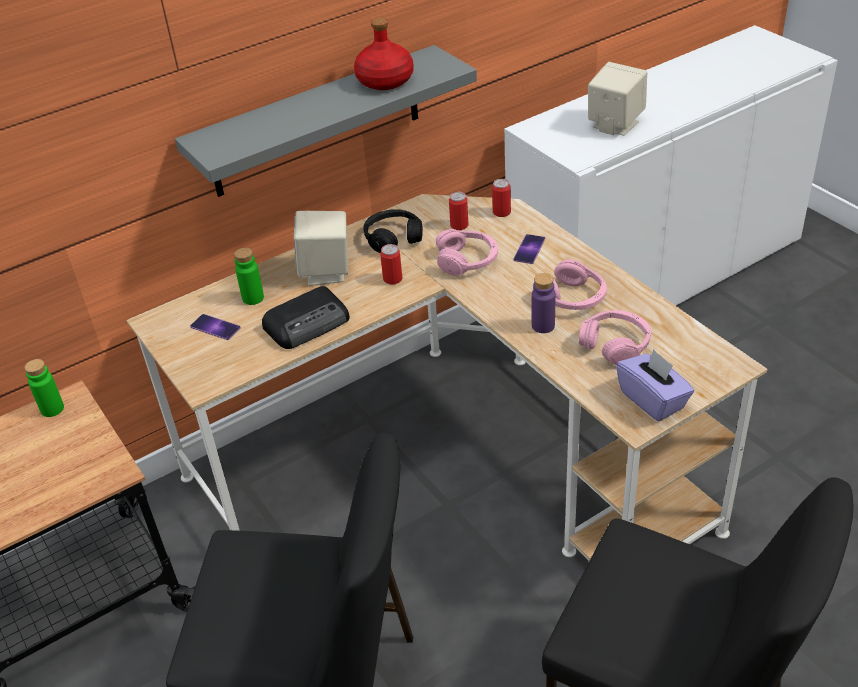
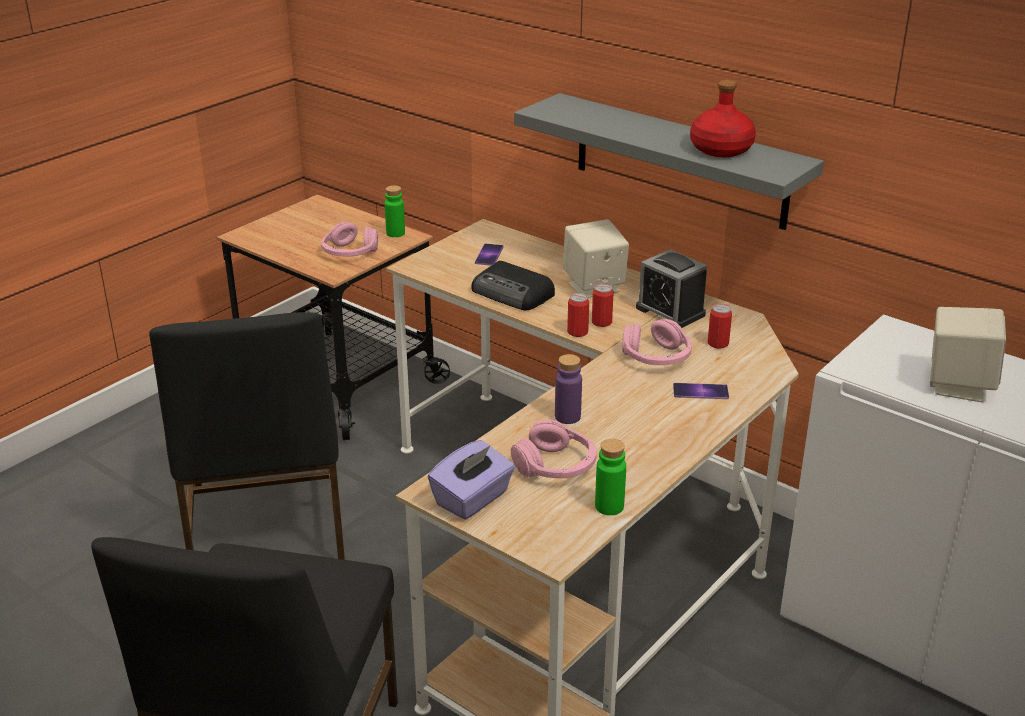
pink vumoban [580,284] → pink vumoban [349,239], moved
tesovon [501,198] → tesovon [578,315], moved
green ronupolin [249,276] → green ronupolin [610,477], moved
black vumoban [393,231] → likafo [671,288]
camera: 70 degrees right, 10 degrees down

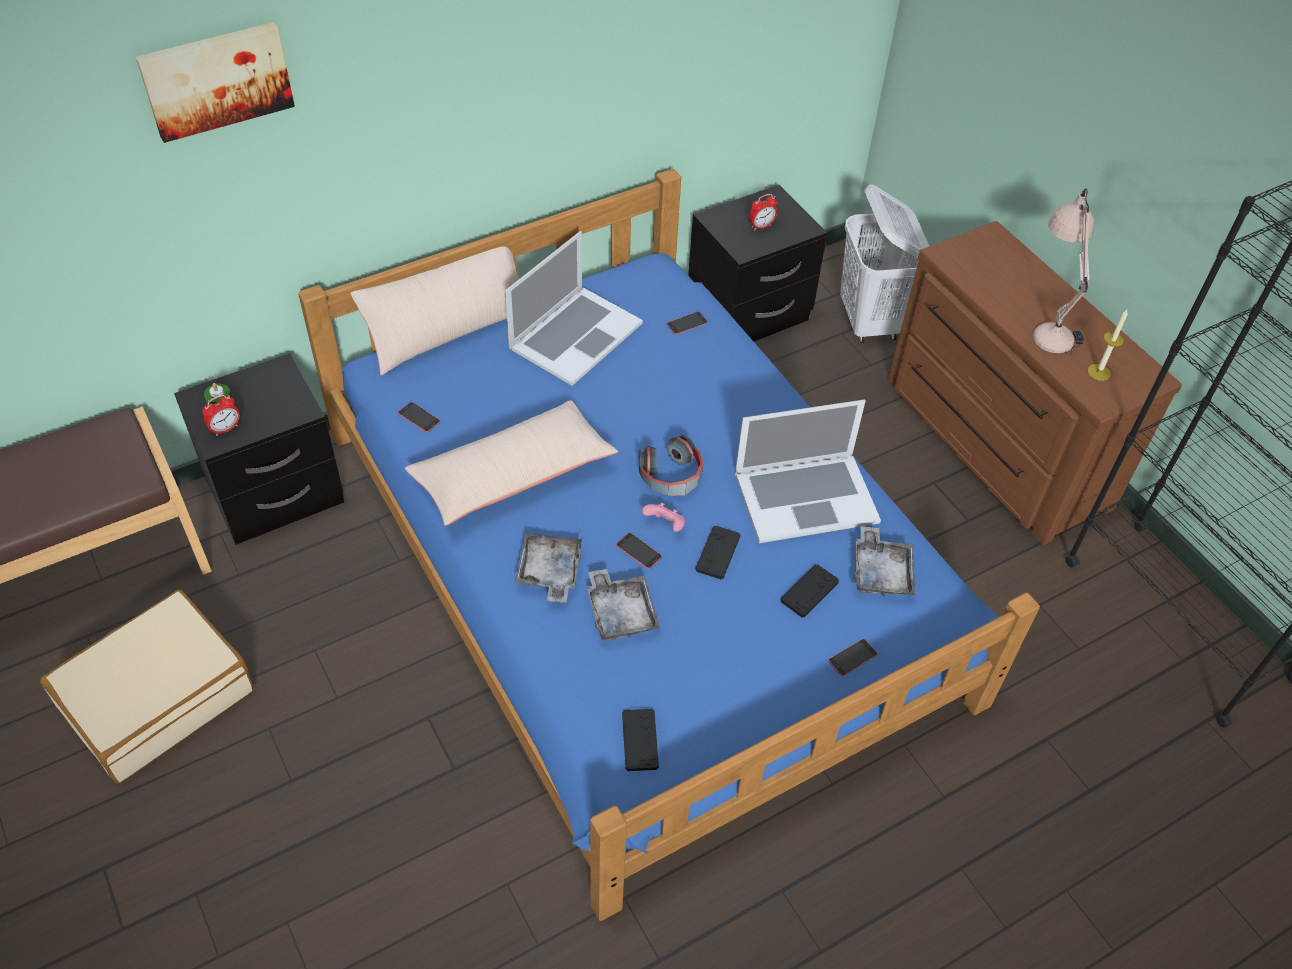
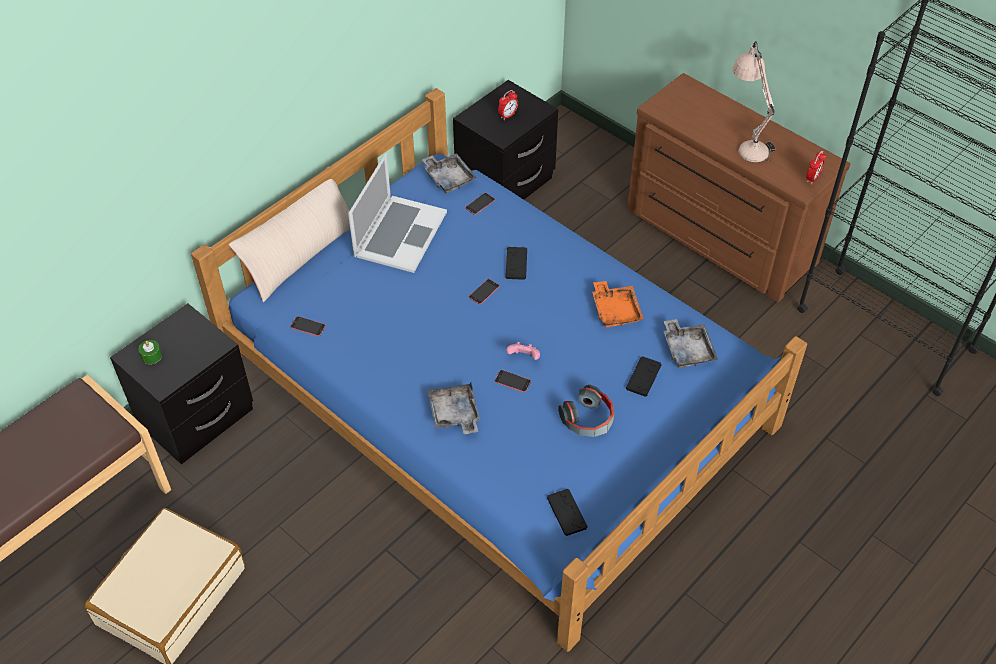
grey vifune [623,605] → grey vifune [449,173], moved
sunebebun [853,657] → sunebebun [484,291], moved
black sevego [718,553] → black sevego [516,263], moved
vumoban [671,465] → vumoban [586,411], moved
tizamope [808,471] → orange vifune [618,304]
likafo [221,415] → likafo [816,168], moved
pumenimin [215,82] → -
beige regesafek [511,463] → -
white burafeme [884,263] → -
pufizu [1107,345] → -
camera: 15 degrees left, 0 degrees up

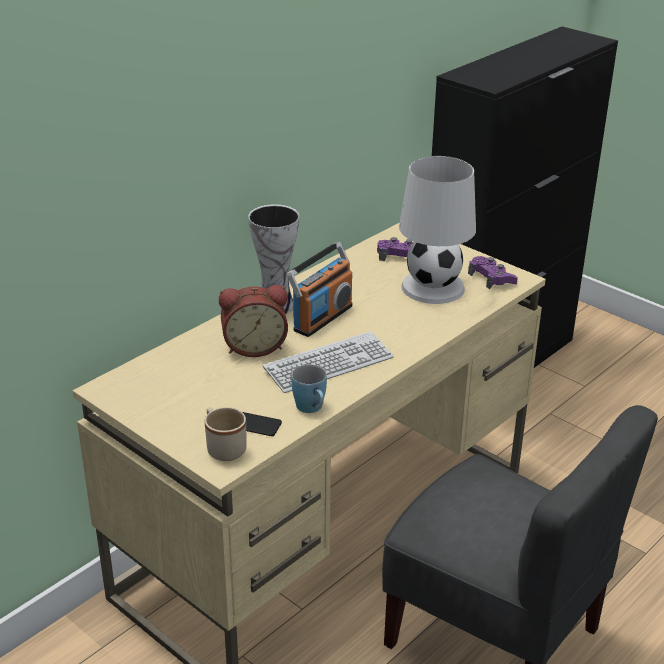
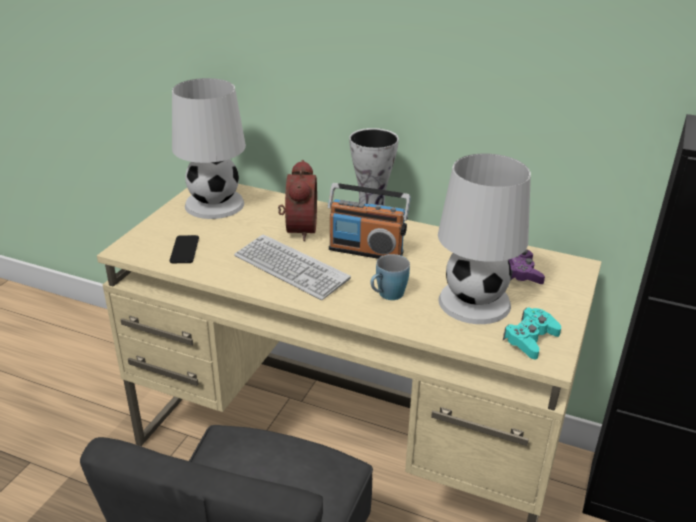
- → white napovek [209,148]
likafo [253,321] → likafo [297,200], 150 degrees counterclockwise
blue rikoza [309,388] → blue rikoza [390,277], moved
purple sevego [493,272] → turquoise sevego [532,333]
beige rikoza [226,434] → -
camera: 70 degrees right, 0 degrees up

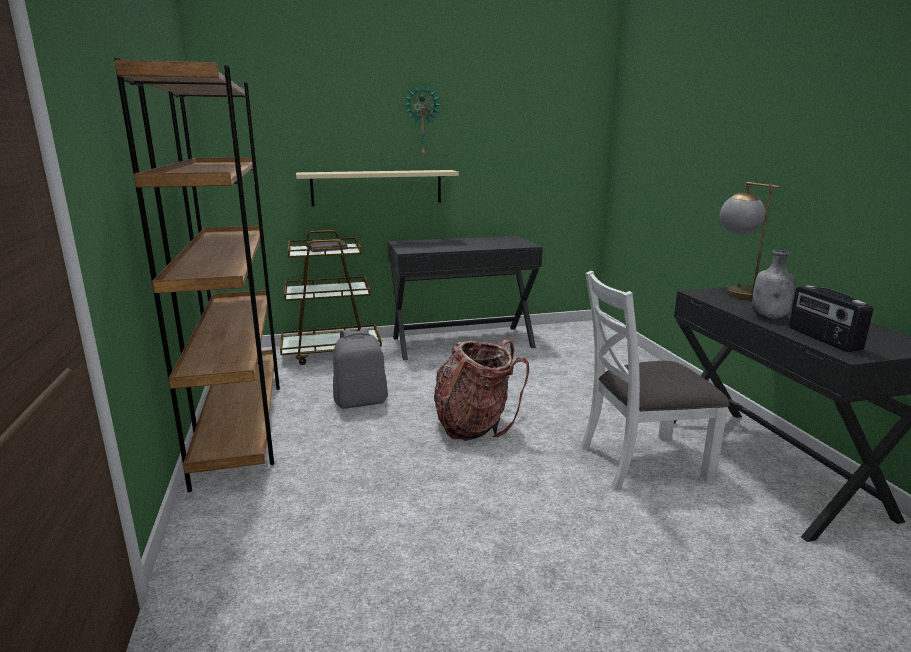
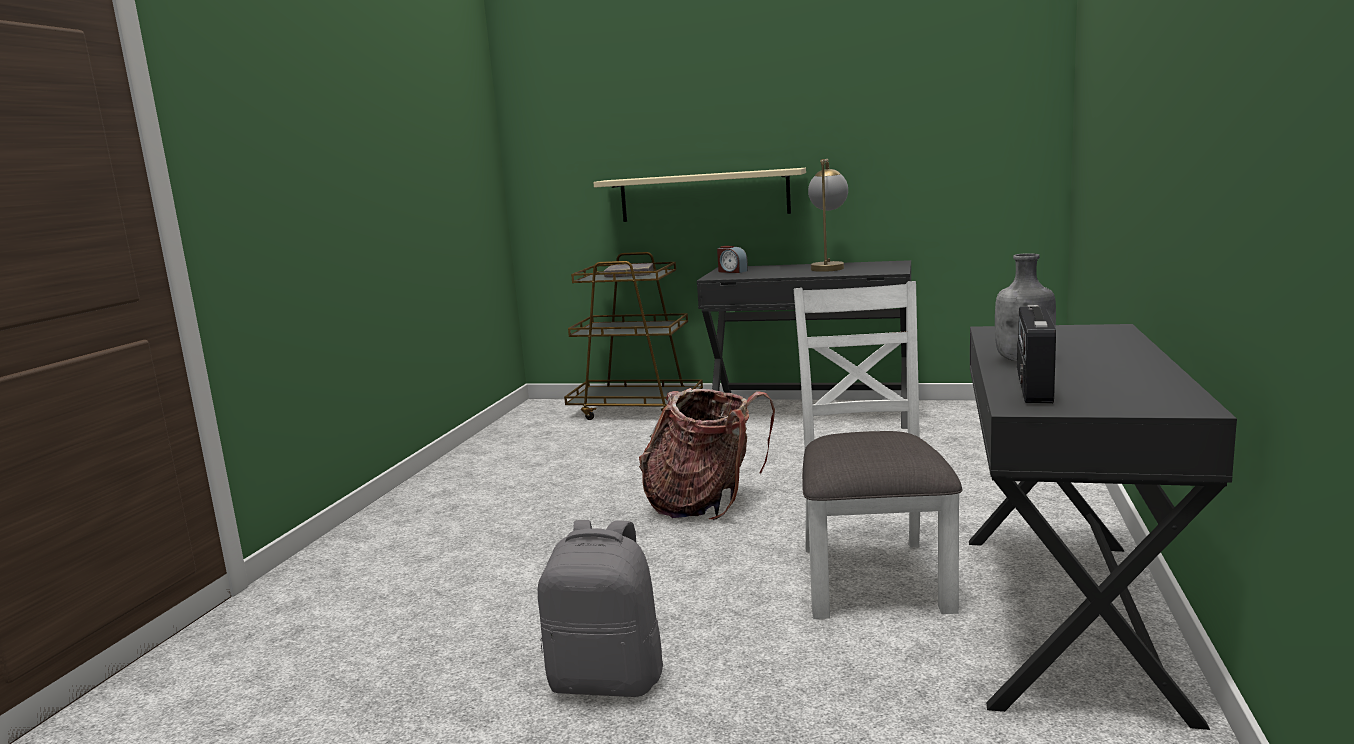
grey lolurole [360,368] → grey lolurole [600,608], moved
- → likafo [732,259]
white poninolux [655,381] → white poninolux [878,450], 75 degrees clockwise
napovek [750,241] → napovek [828,215], moved
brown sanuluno [197,275] → -
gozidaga [422,120] → -
camera: 30 degrees right, 5 degrees down

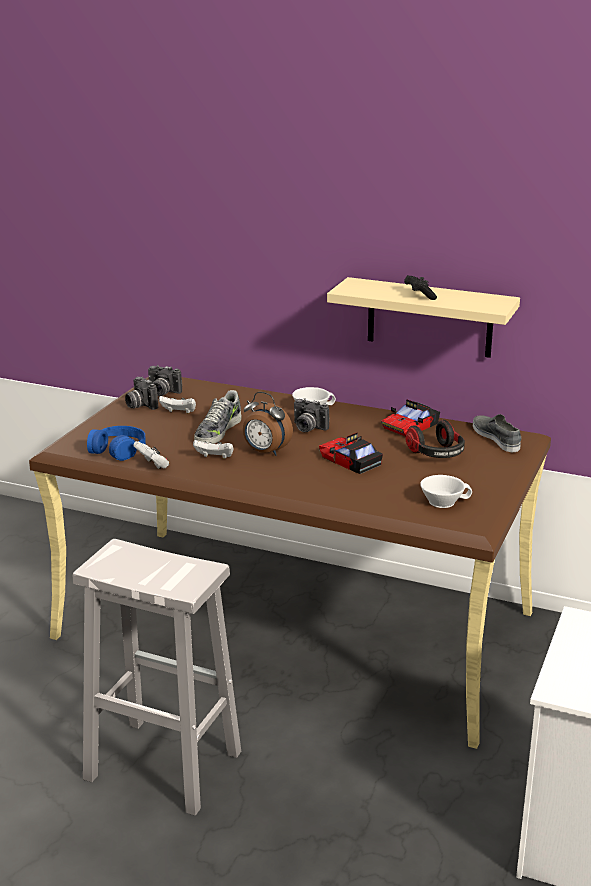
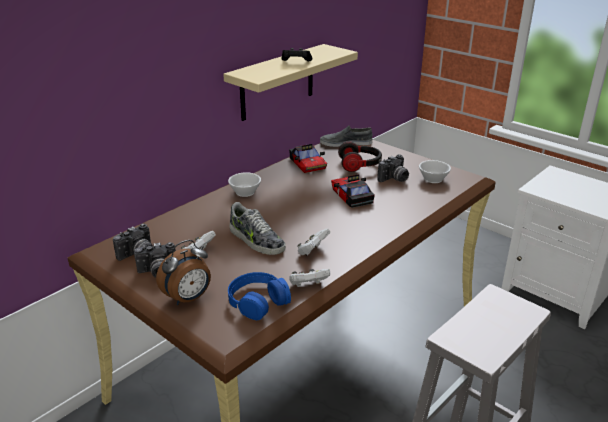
likafo [268,424] → likafo [183,272], moved
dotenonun [351,453] → dotenonun [353,191], 90 degrees clockwise
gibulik [311,415] → gibulik [393,168], moved
camera: 70 degrees left, 5 degrees up

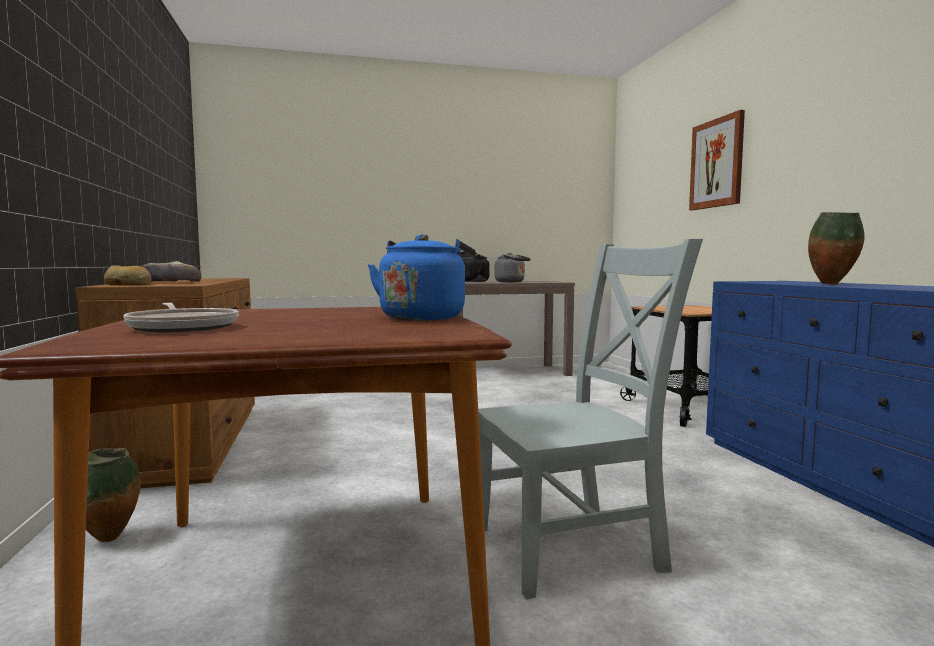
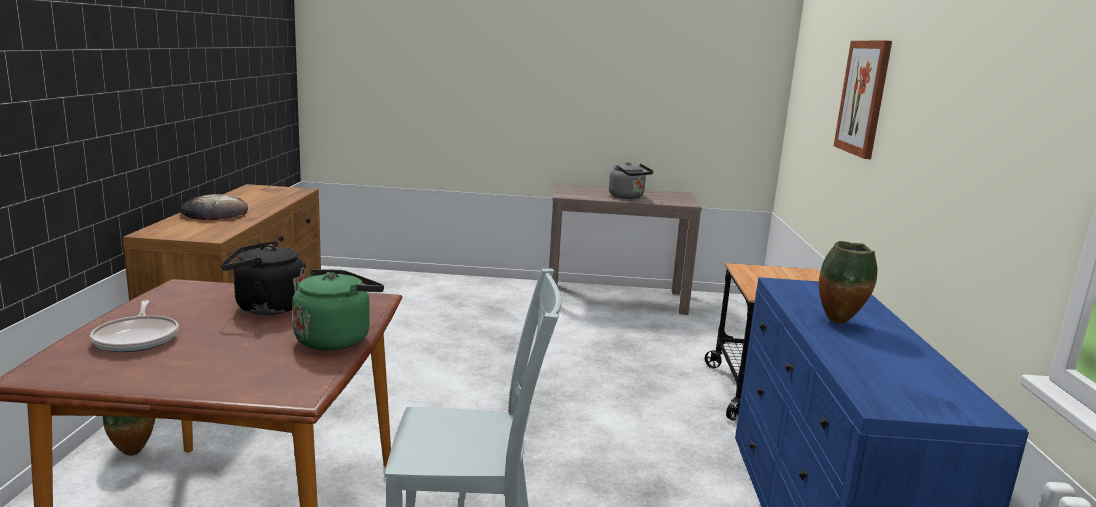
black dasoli [475,267] → black dasoli [263,278], moved
blue dasoli [422,277] → green dasoli [338,310]
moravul [127,275] → -
camera: 15 degrees right, 10 degrees up

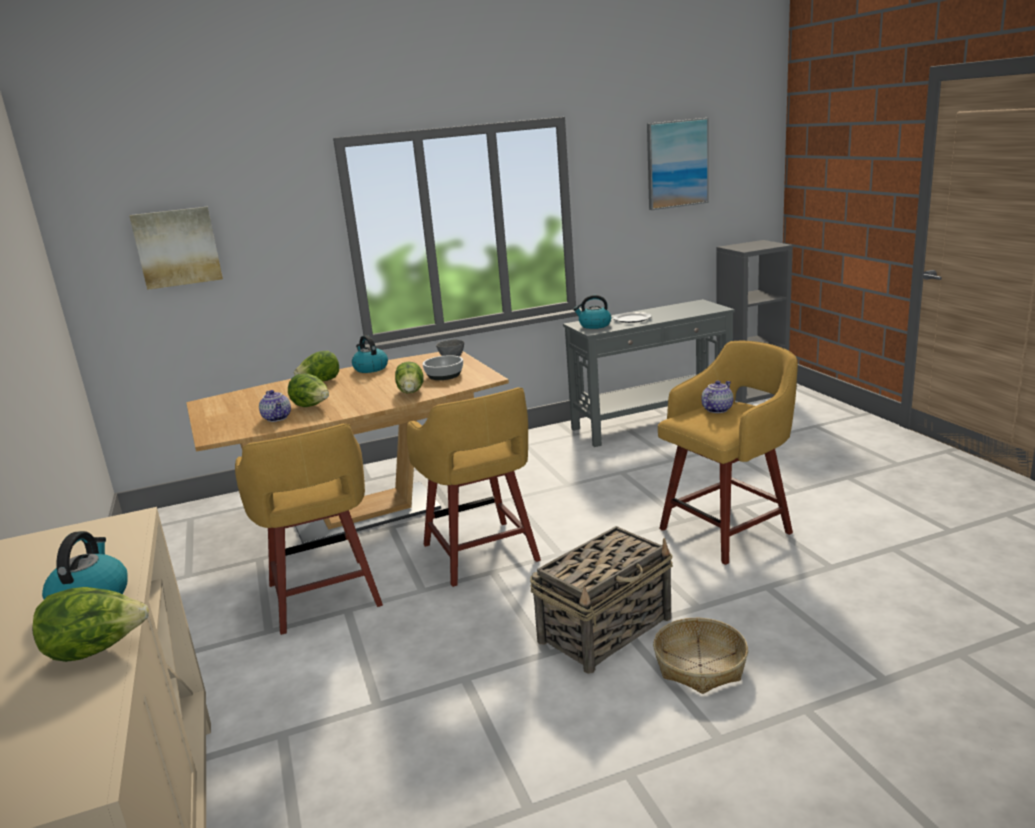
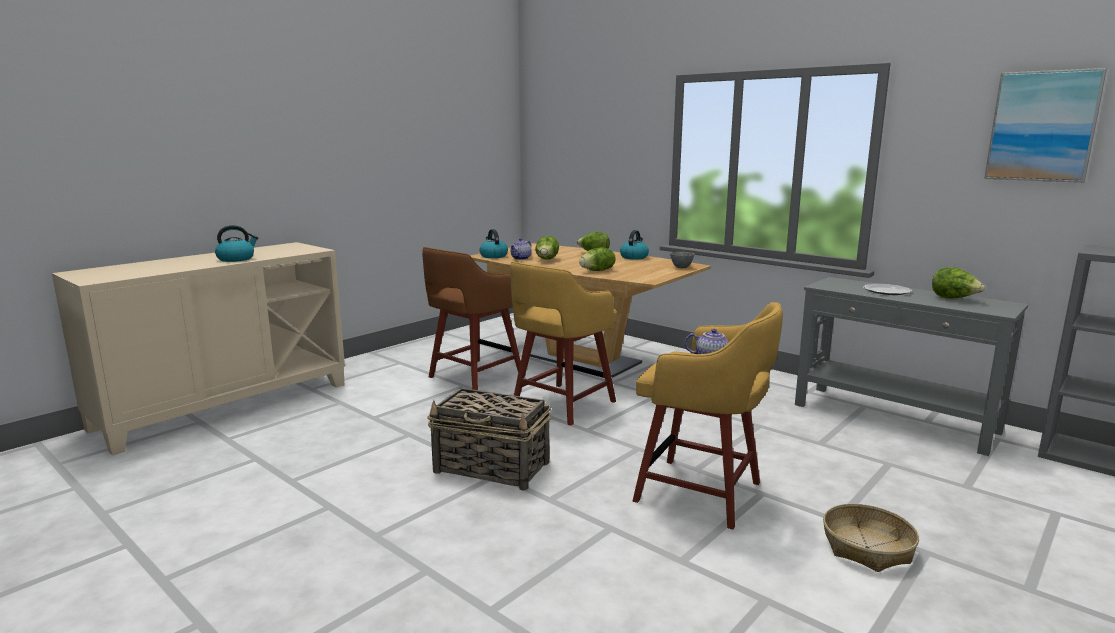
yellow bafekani [309,529] → brown bafekani [471,318]
dasoli [592,312] → dasoli [493,243], moved
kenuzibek [700,656] → kenuzibek [871,538], moved
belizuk [90,624] → belizuk [958,282], moved
pumenimin [176,248] → -
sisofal [443,367] → -
camera: 60 degrees right, 5 degrees down

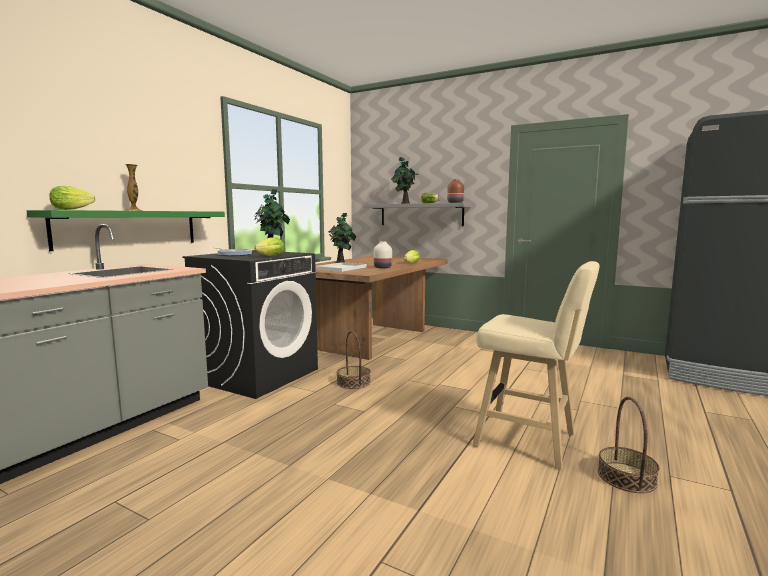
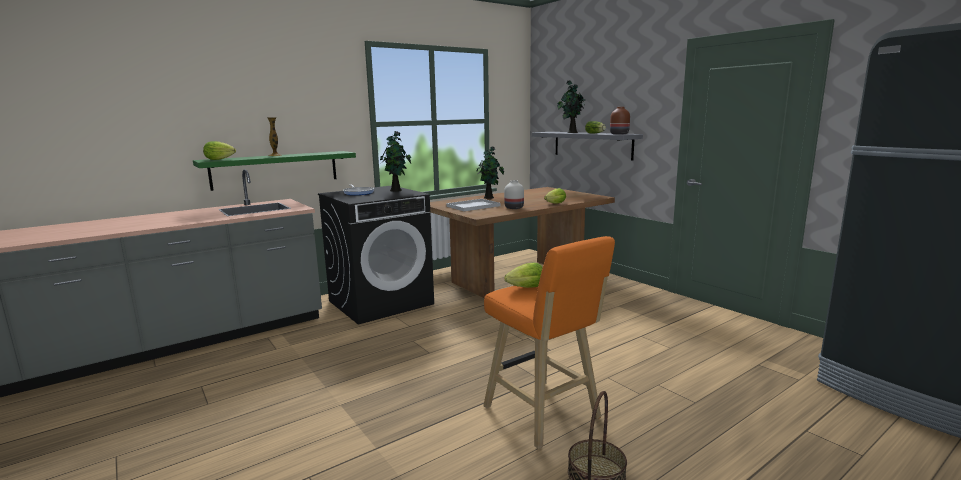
beige bafekani [536,365] → orange bafekani [549,342]
belizuk [269,246] → belizuk [523,275], moved
kenuzibek [353,360] → -
camera: 25 degrees right, 5 degrees up

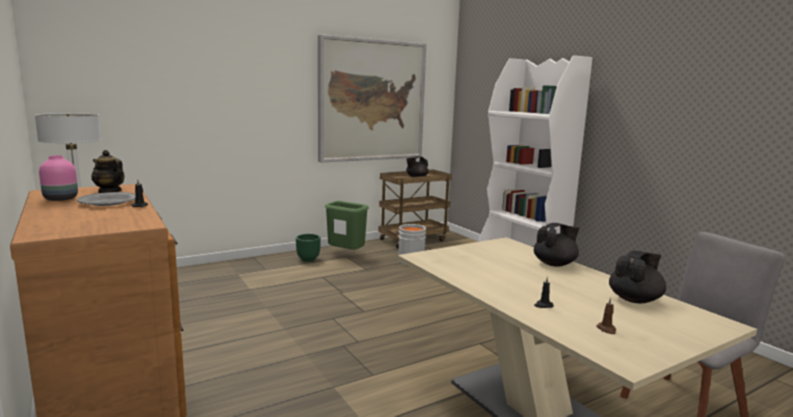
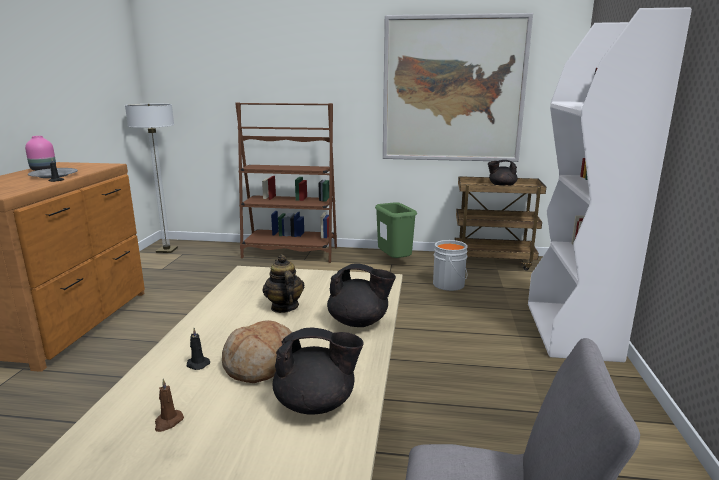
- → moravul [257,351]
- → brown sanuluno [286,182]
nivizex [108,171] → nivizex [284,283], moved
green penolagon [308,248] → -
camera: 40 degrees right, 5 degrees up

